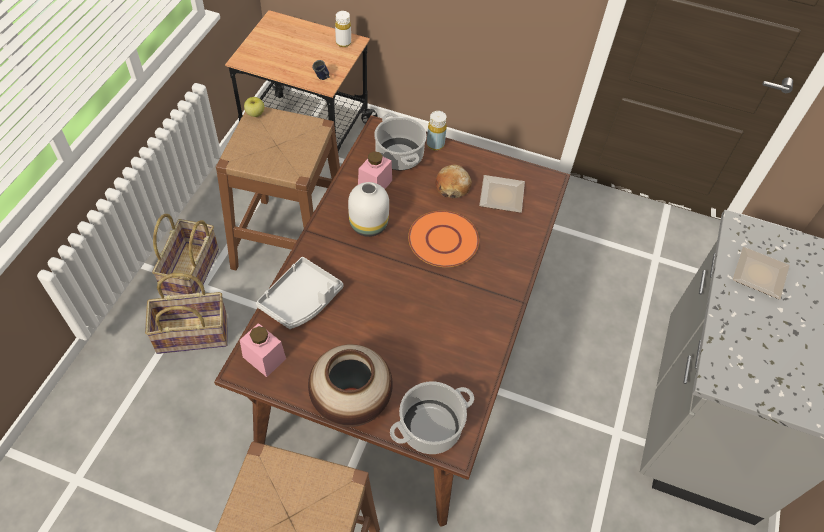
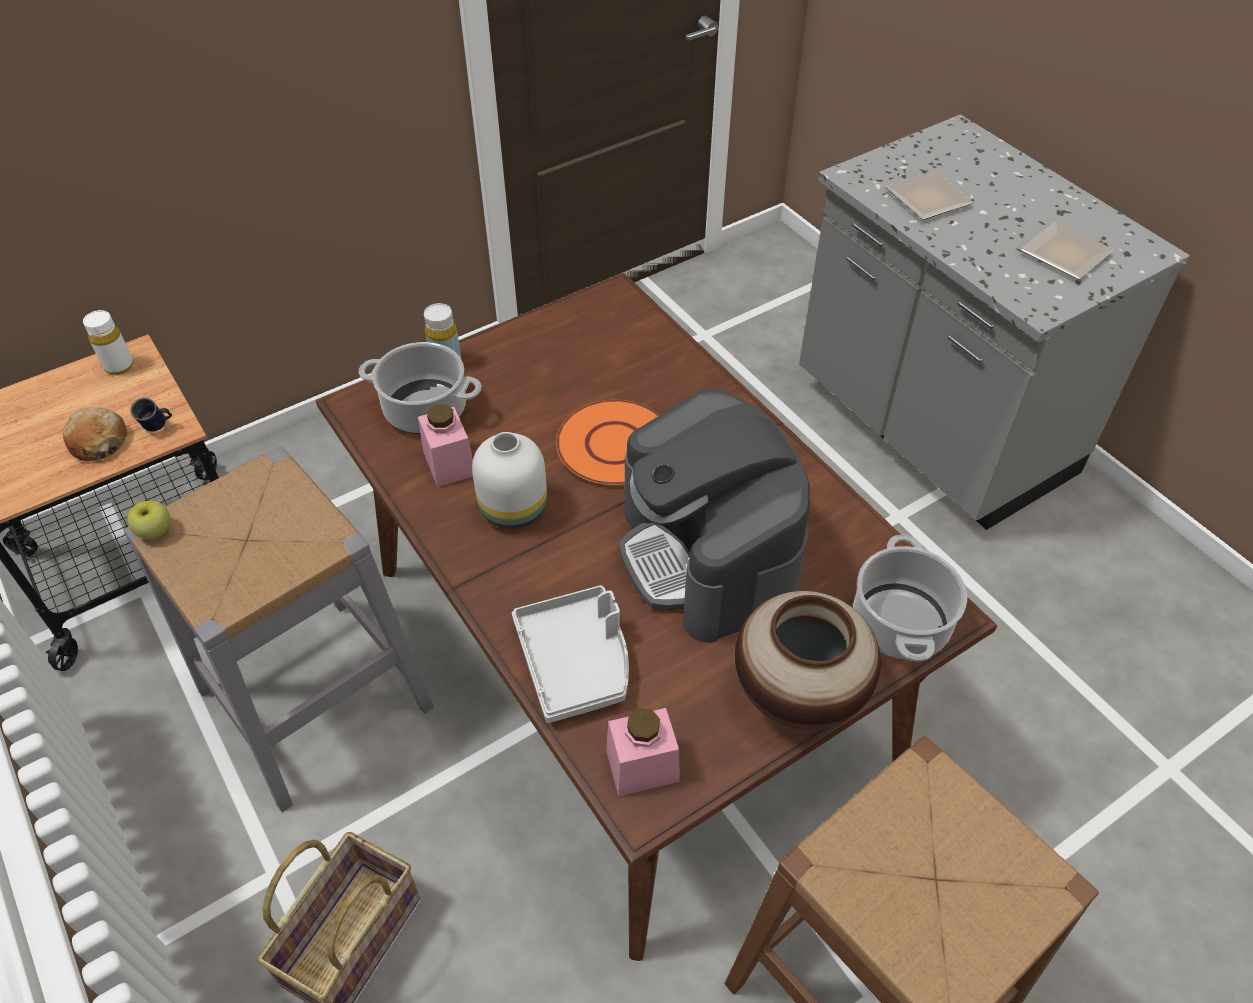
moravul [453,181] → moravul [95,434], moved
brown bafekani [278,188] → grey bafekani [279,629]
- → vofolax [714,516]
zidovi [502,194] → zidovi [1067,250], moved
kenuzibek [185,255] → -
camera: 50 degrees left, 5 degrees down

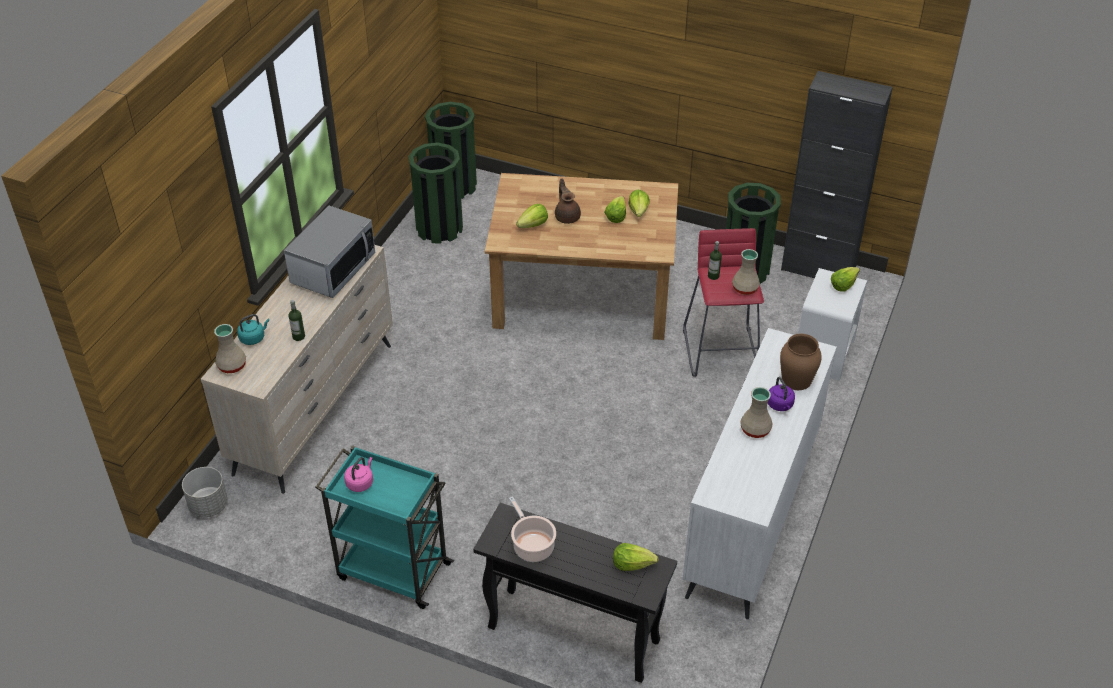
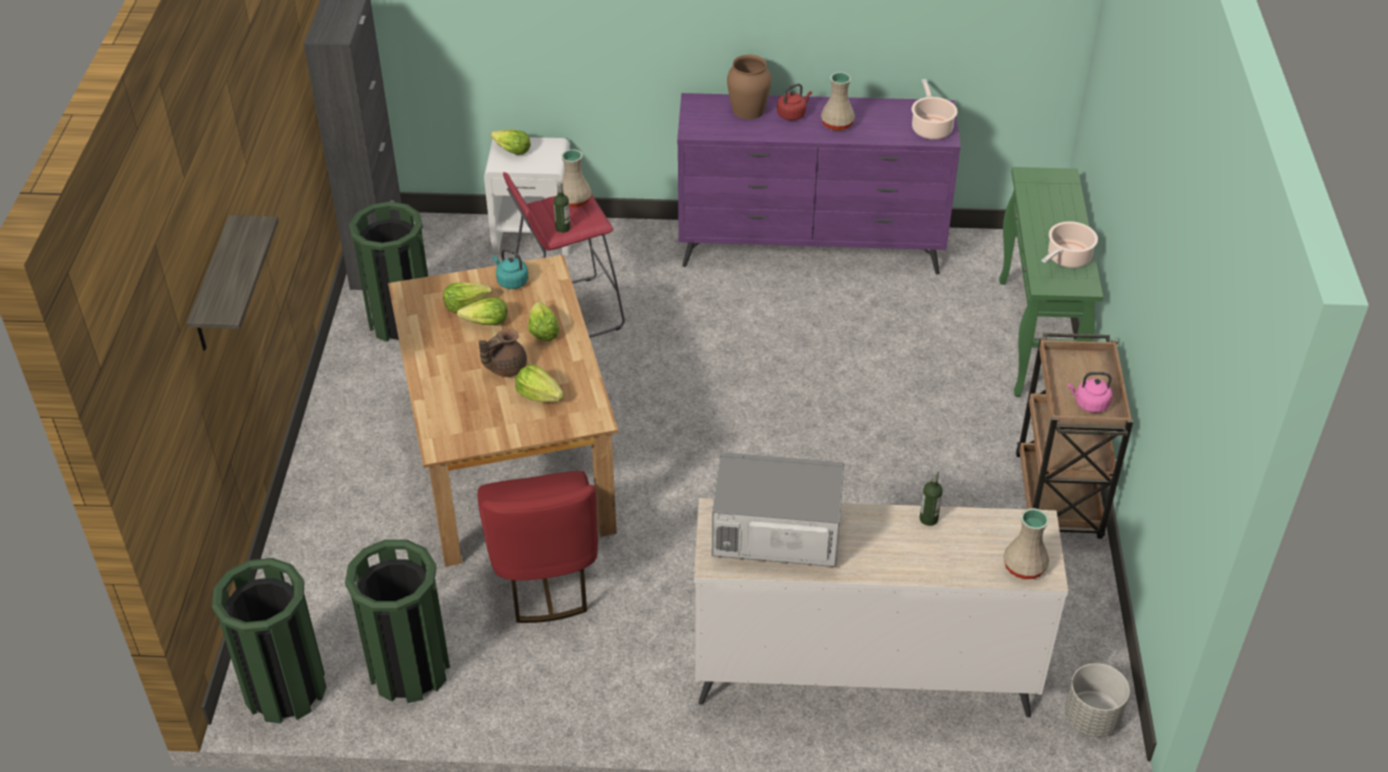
- → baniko [233,283]
- → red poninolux [538,547]
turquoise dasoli [253,329] → turquoise dasoli [510,269], moved
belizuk [636,557] → belizuk [544,321], moved
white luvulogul [760,473] → purple luvulogul [819,184]
purple dasoli [781,394] → red dasoli [794,102]
- → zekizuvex [934,109]
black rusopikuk [575,593] → green rusopikuk [1051,282]
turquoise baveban [384,527] → brown baveban [1074,436]
camera: 110 degrees left, 0 degrees up

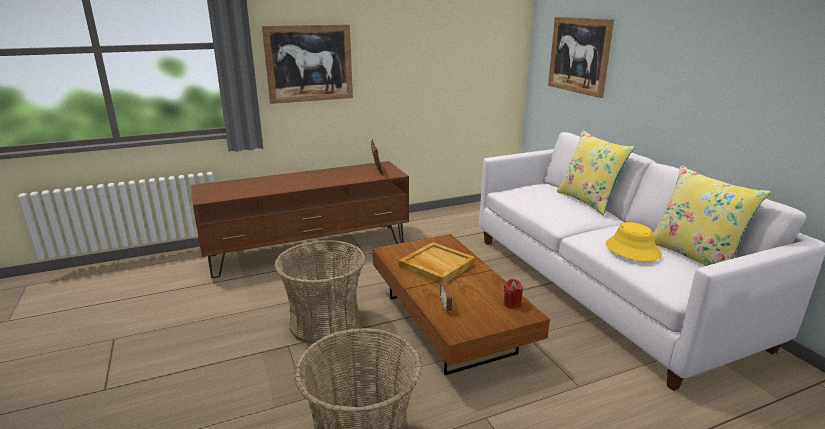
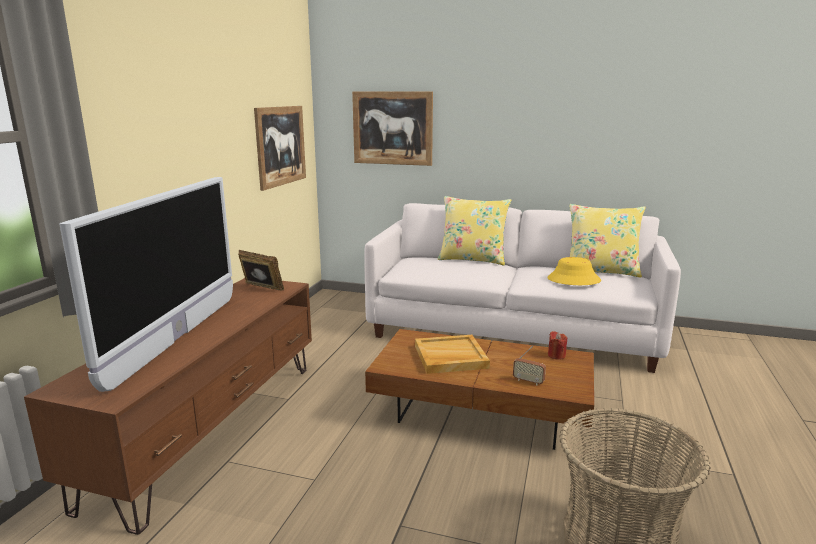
- → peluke [146,284]
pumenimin [307,64] → pumenimin [280,148], moved
kenuzibek [320,292] → -
camera: 50 degrees left, 5 degrees down

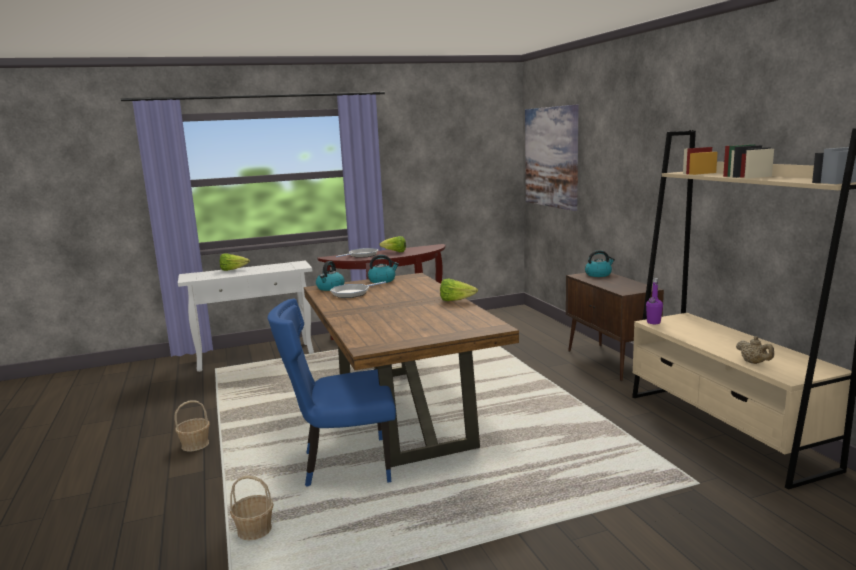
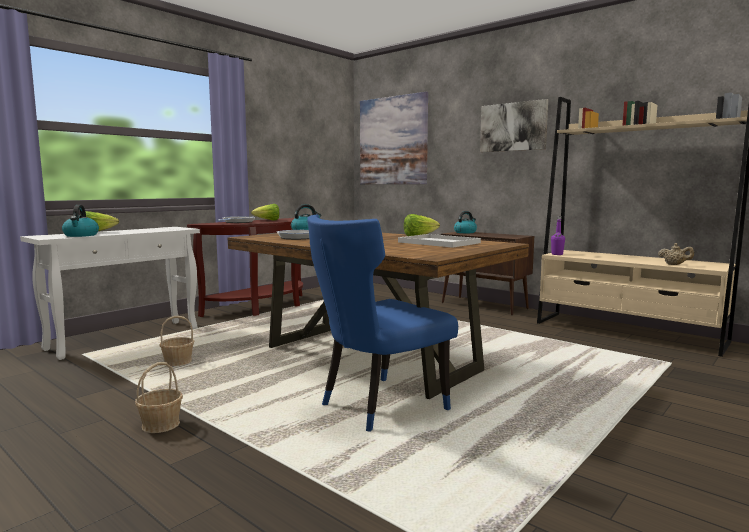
dasoli [330,276] → dasoli [80,221], moved
kenuzibek [252,508] → kenuzibek [177,341], moved
- → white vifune [439,241]
- → pumenimin [514,125]
camera: 30 degrees left, 5 degrees down

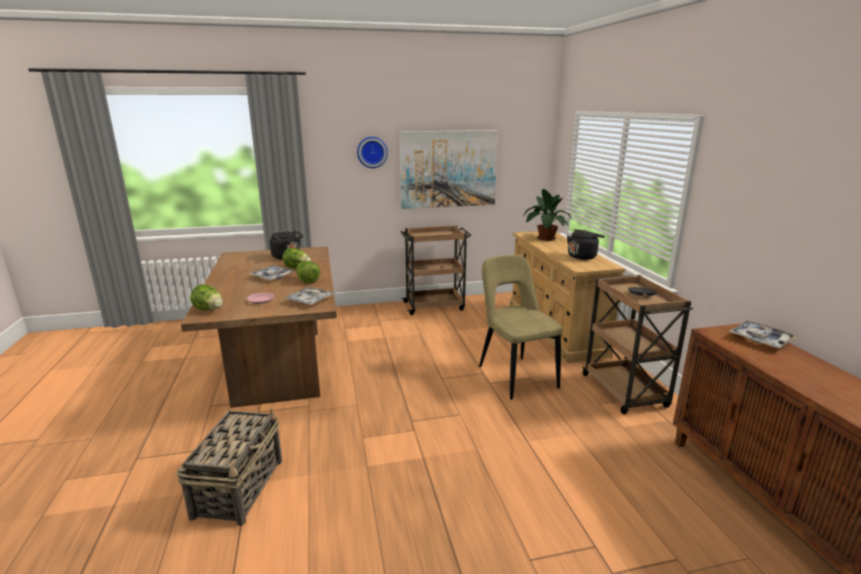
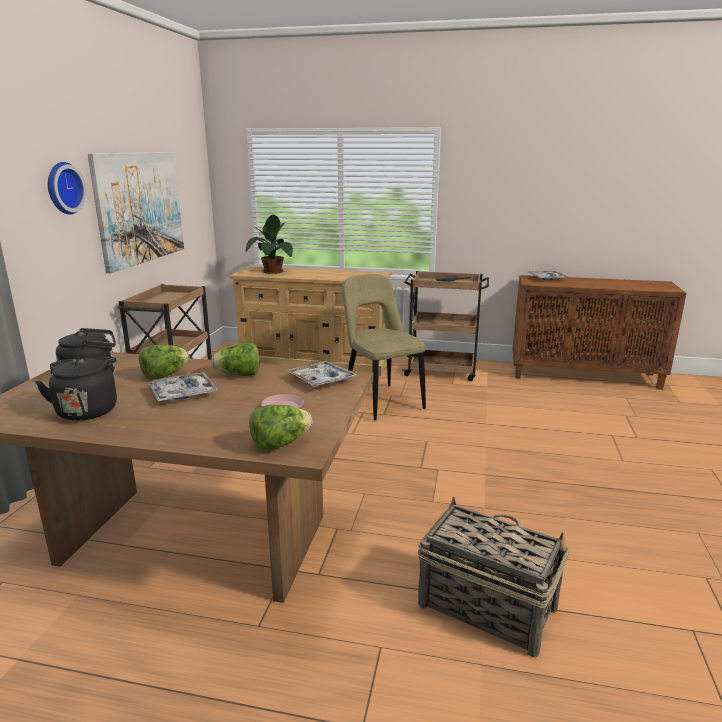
black dasoli [586,244] → black dasoli [76,389], moved
beige poninolux [521,327] → beige poninolux [384,347], 60 degrees clockwise
camera: 65 degrees left, 0 degrees up

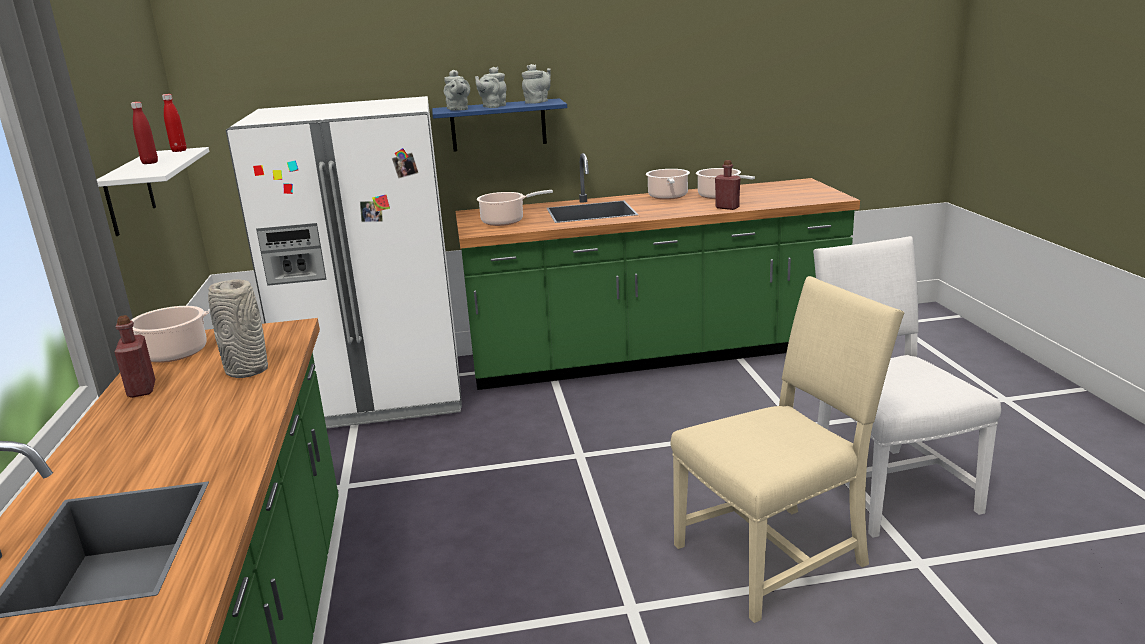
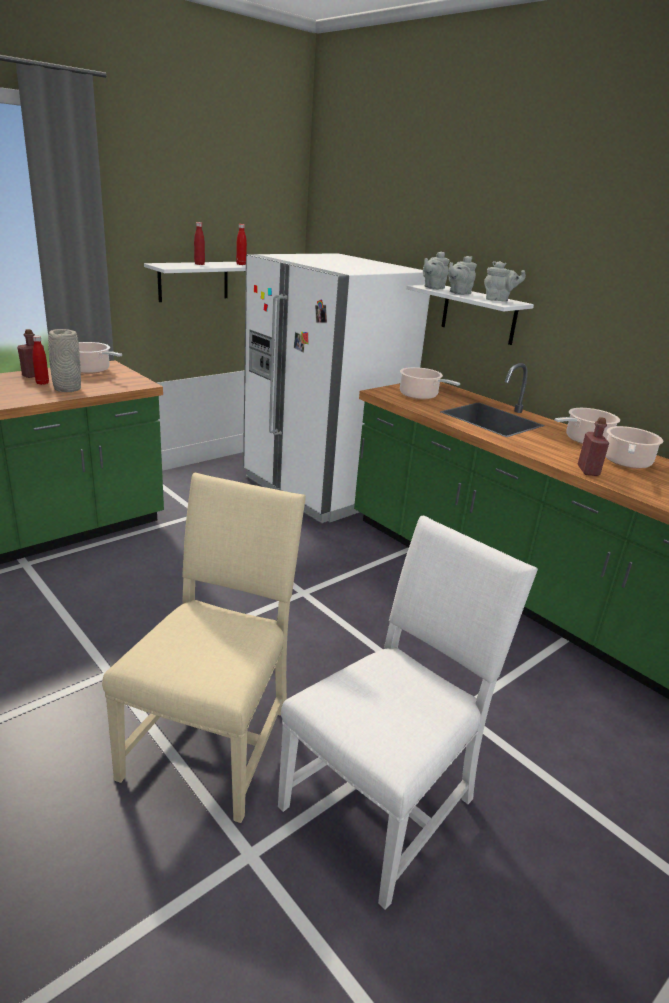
- → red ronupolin [41,360]
beige poninolux [787,449] → beige poninolux [204,648], 105 degrees counterclockwise
blue baniko [499,125] → white baniko [470,314]
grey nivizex [490,87] → grey nivizex [463,275], 45 degrees counterclockwise
camera: 55 degrees right, 5 degrees up

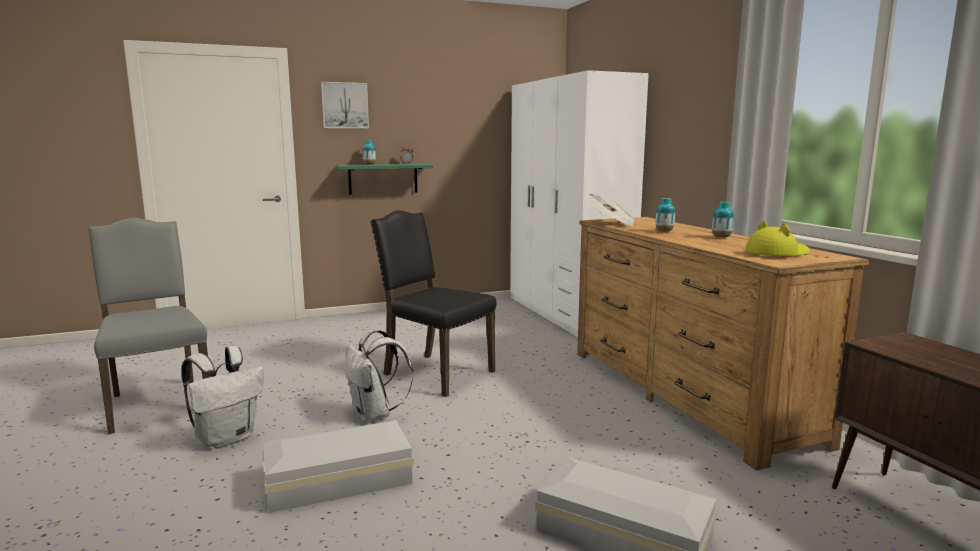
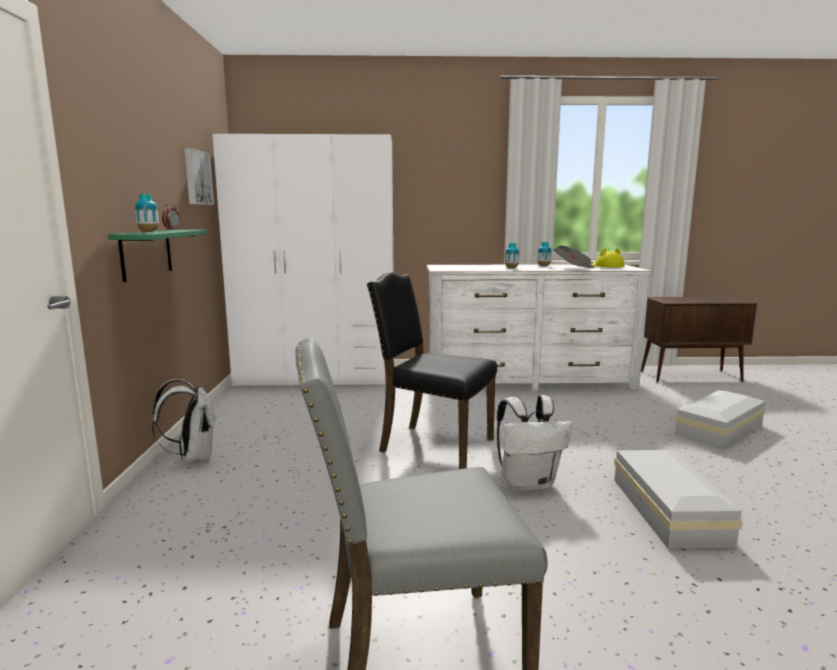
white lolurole [222,397] → white lolurole [184,421], moved
pumenimin [345,105] → pumenimin [199,176], moved
black poninolux [433,303] → black poninolux [432,370], 60 degrees clockwise
brown luvulogul [723,343] → white luvulogul [539,327]
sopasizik [611,210] → sopasizik [574,257], moved
camera: 70 degrees left, 0 degrees up

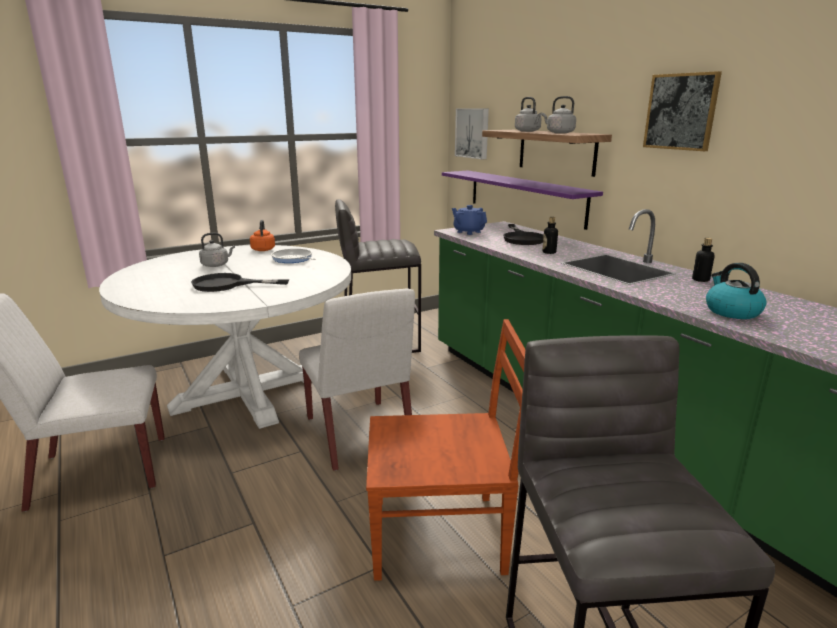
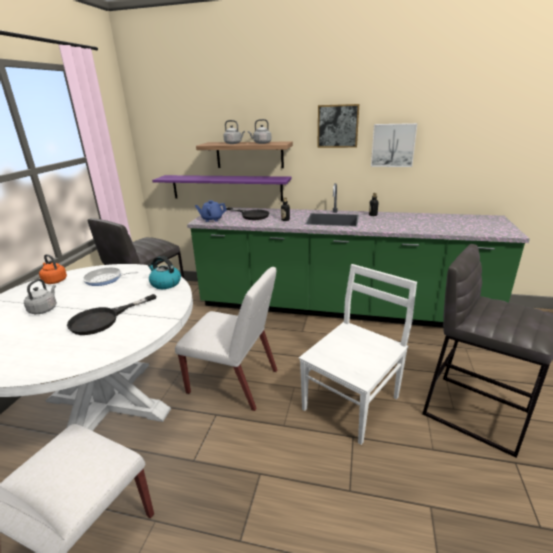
dasoli [736,291] → dasoli [164,272], moved
brown poninolux [446,450] → white poninolux [358,354]
pumenimin [472,133] → pumenimin [394,145], moved
camera: 45 degrees left, 5 degrees up

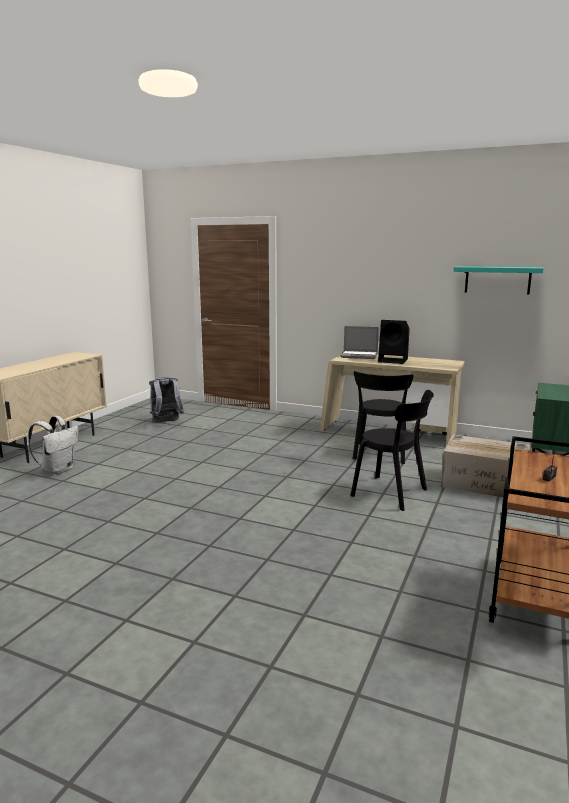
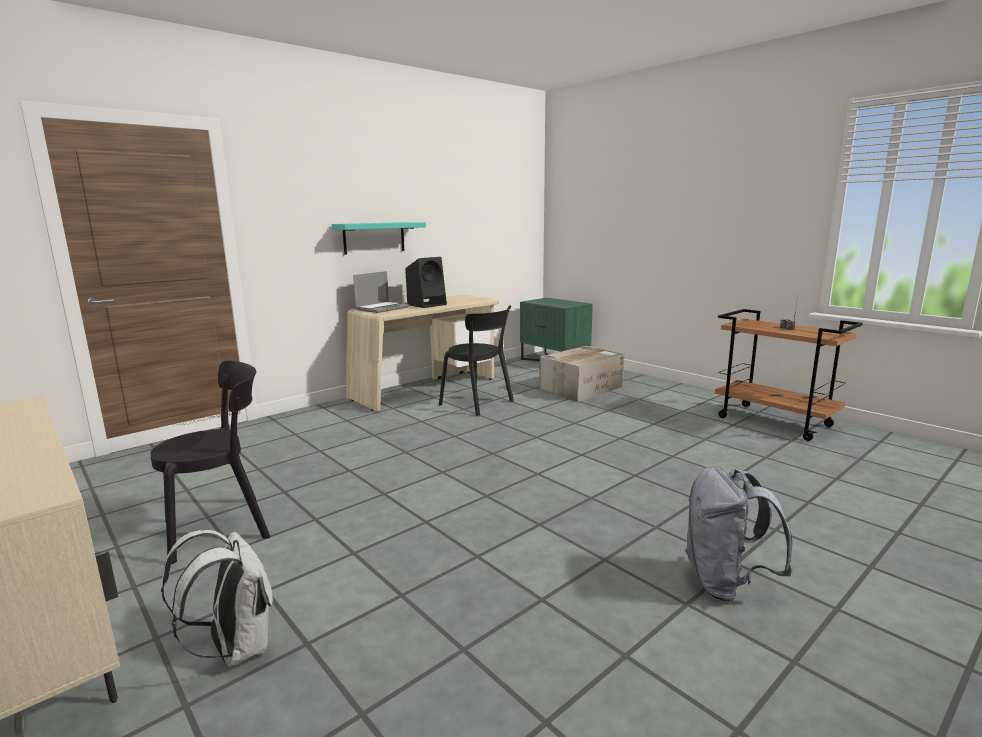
black poninolux [392,450] → black poninolux [211,462], moved
turquoise baniko [498,280] → turquoise baniko [379,238], moved
grey lolurole [166,399] → grey lolurole [739,534], moved
camera: 65 degrees left, 0 degrees up

